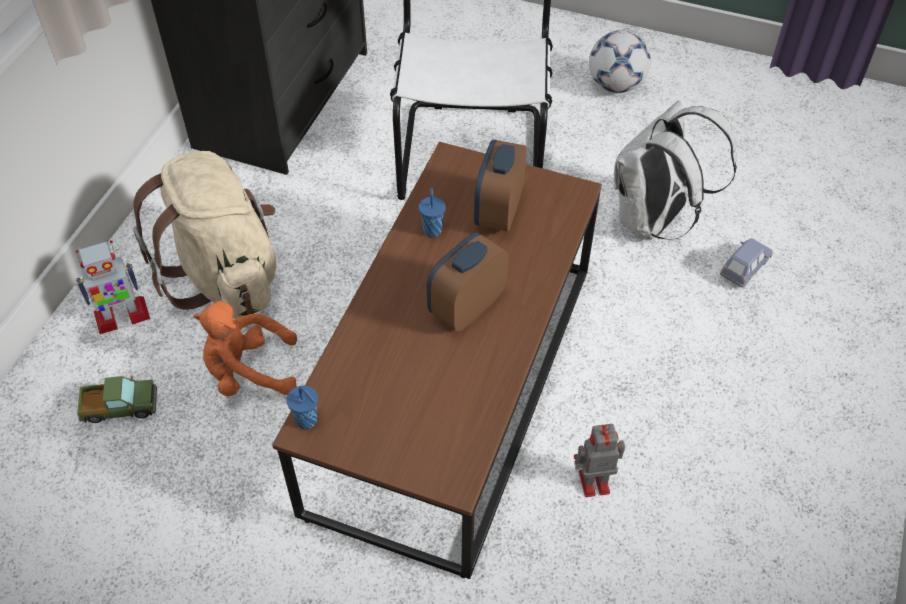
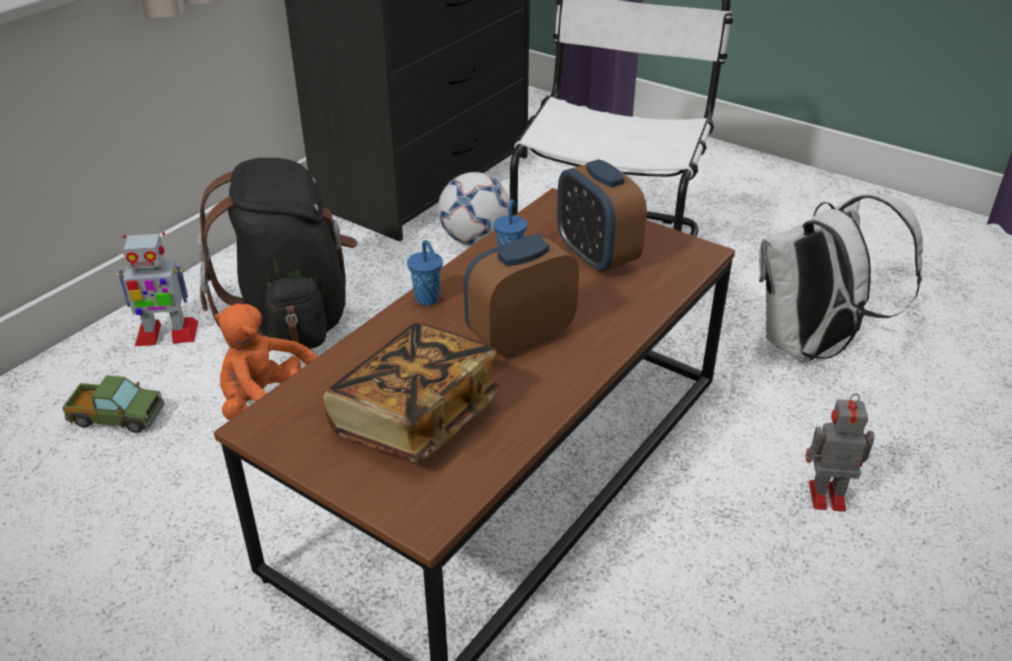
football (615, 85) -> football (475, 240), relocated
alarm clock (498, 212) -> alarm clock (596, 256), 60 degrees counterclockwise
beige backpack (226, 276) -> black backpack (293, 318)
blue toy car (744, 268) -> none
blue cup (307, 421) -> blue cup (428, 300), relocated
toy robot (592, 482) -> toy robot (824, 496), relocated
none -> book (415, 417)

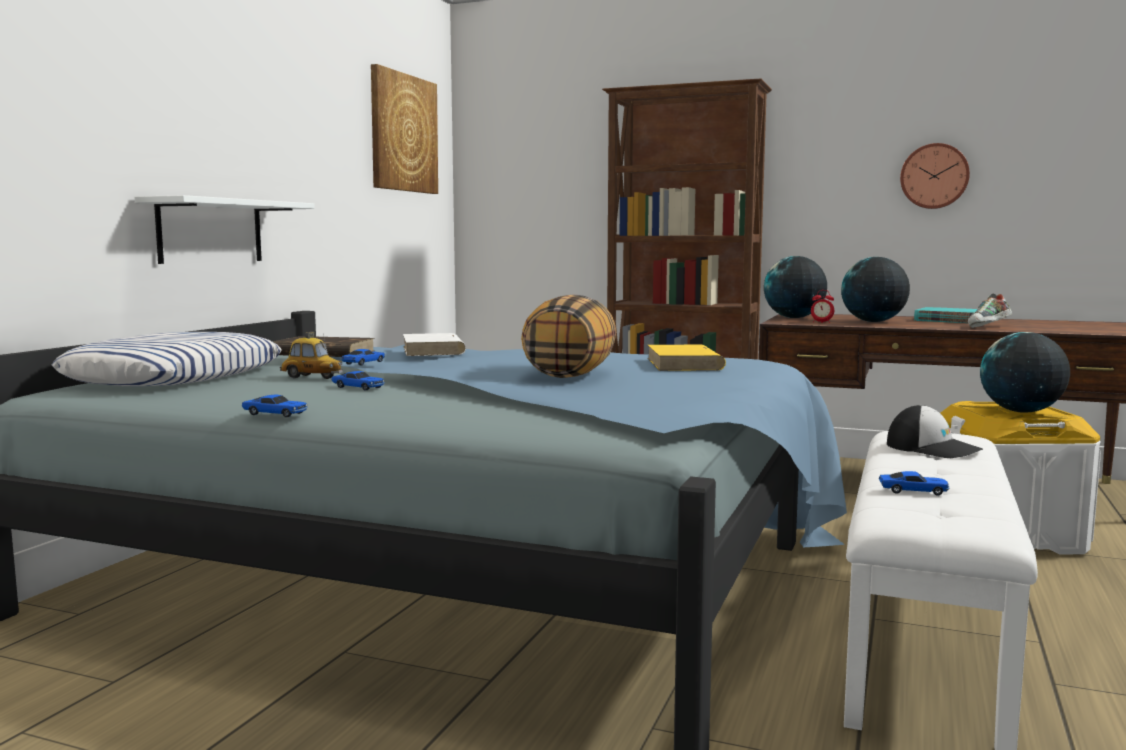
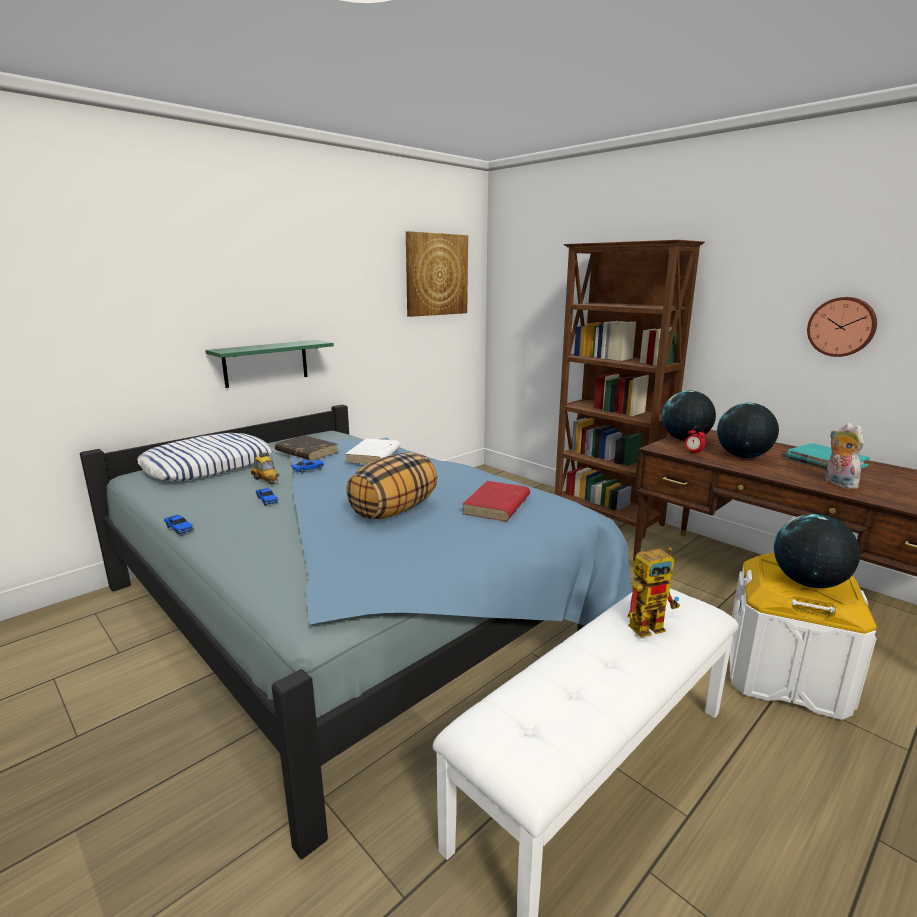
white shelf (211, 231) -> green shelf (266, 363)
shoe (989, 327) -> plush toy (837, 483)
yellow book (684, 364) -> red book (497, 505)
cap (933, 448) -> toy robot (650, 625)
toy car (913, 491) -> none

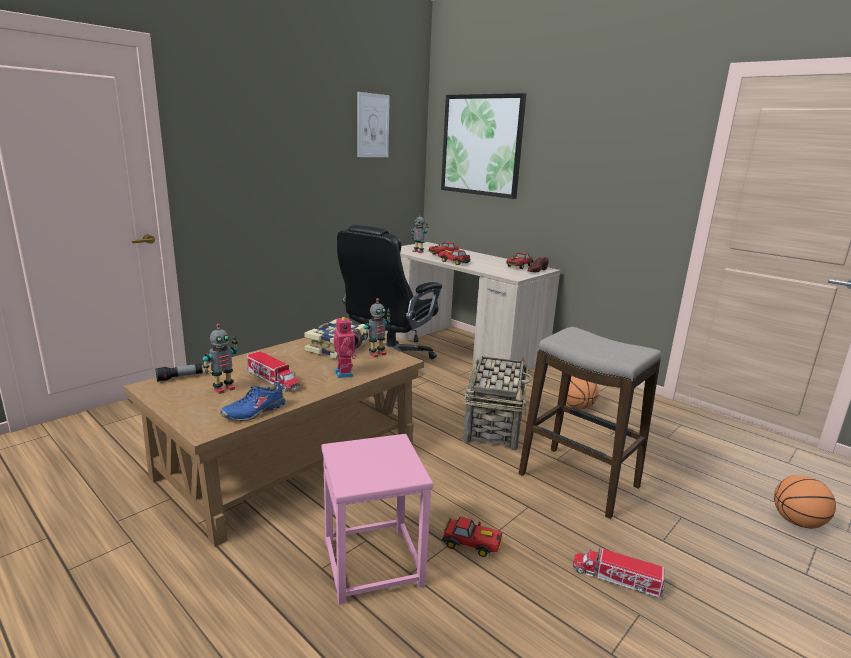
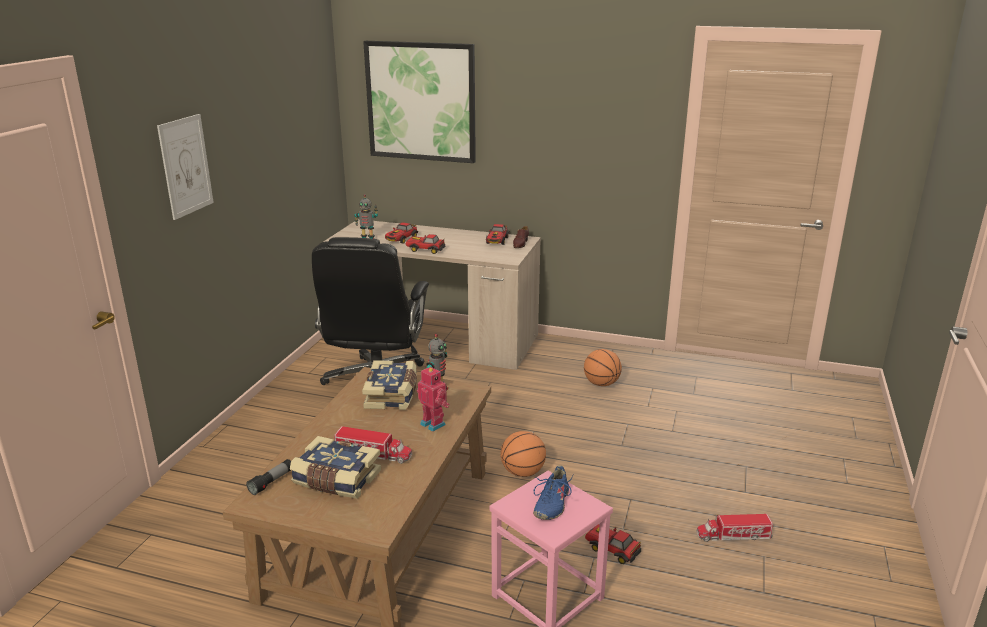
picture (373, 125) -> picture (186, 166), relocated
toy robot (224, 389) -> book (336, 480)
stool (578, 480) -> none
basket (494, 424) -> none
blue shoe (254, 412) -> blue shoe (551, 504), relocated
basketball (797, 522) -> basketball (523, 472), relocated
toy car (472, 544) -> toy car (612, 549), 135 degrees counterclockwise

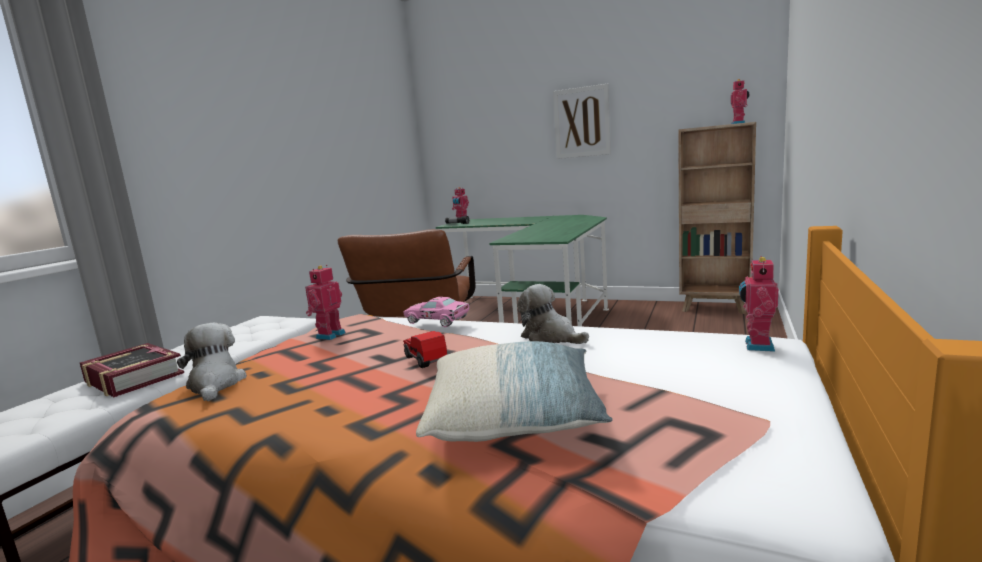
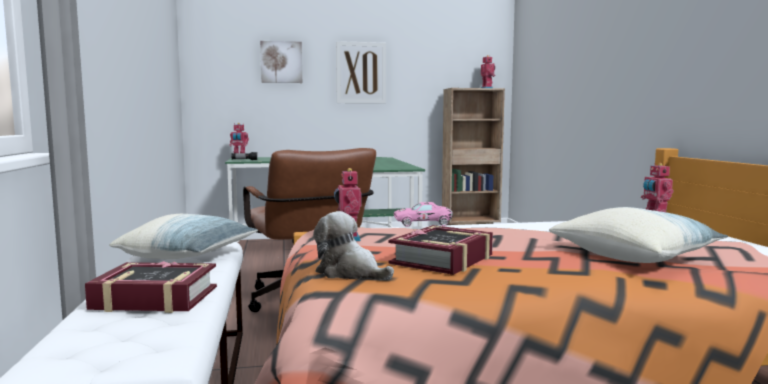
plush toy (551, 337) -> none
toy car (426, 359) -> none
none -> picture (281, 62)
none -> pillow (188, 256)
none -> book (443, 259)

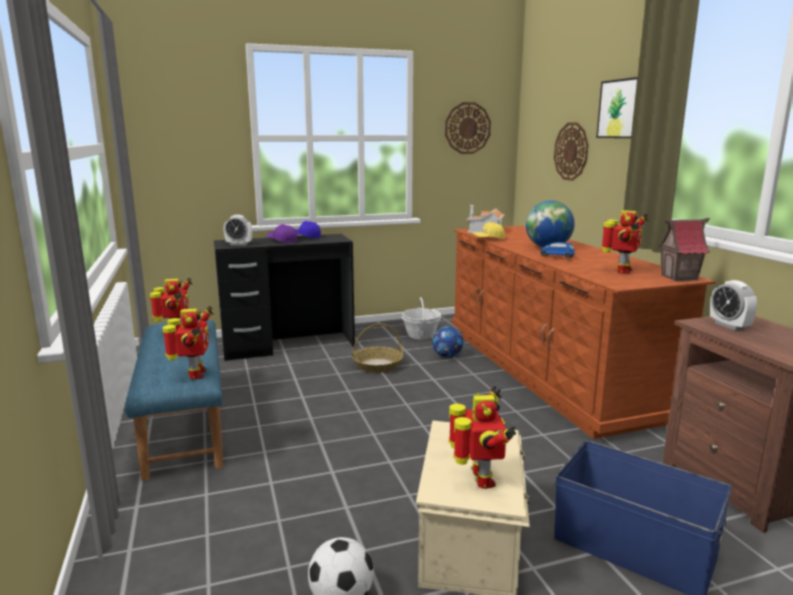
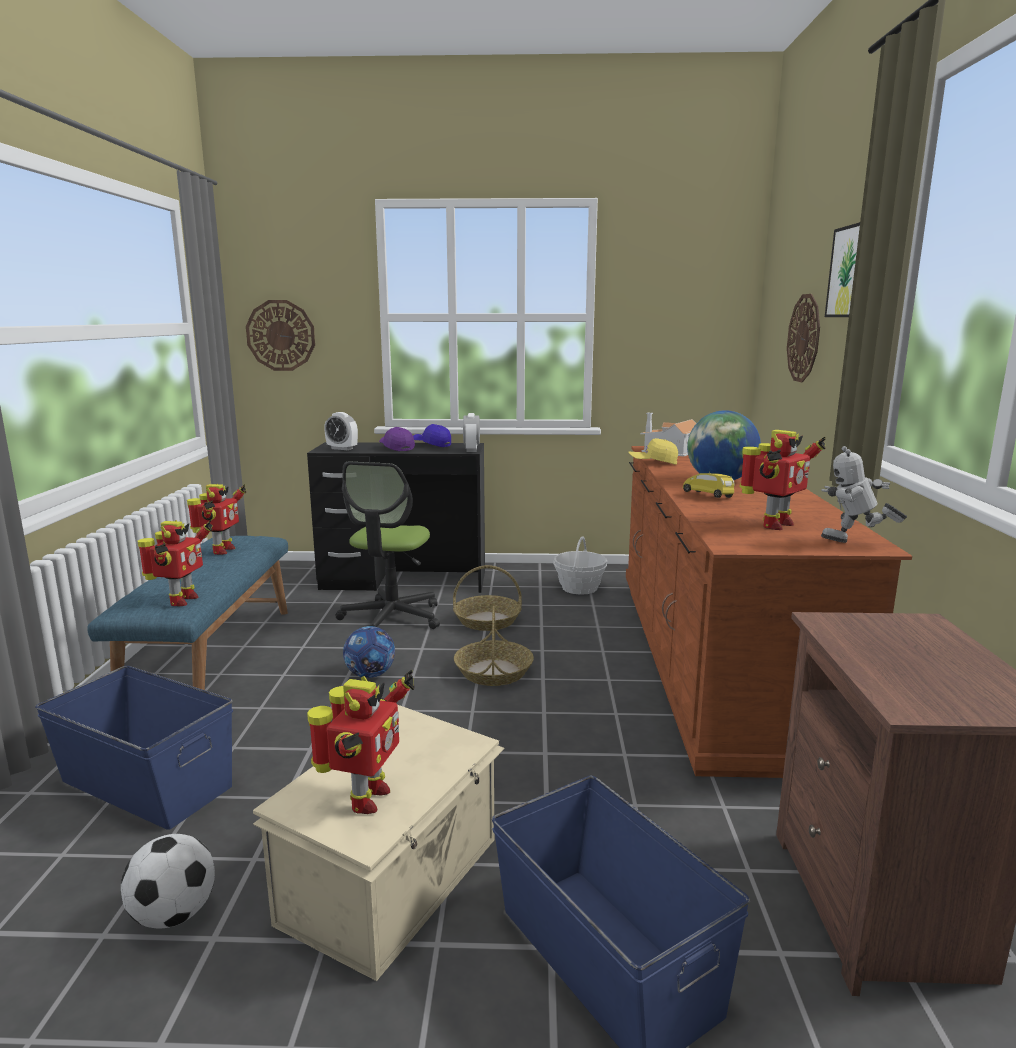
wall clock (467, 128) -> wall clock (281, 335), relocated
toy house (679, 277) -> toy robot (854, 544)
blue toy car (557, 257) -> yellow toy car (708, 496)
alarm clock (729, 326) -> alarm clock (471, 450), relocated
football (447, 356) -> football (370, 675), relocated
none -> office chair (391, 618)
none -> basket (494, 672)
none -> blue storage box (147, 782)

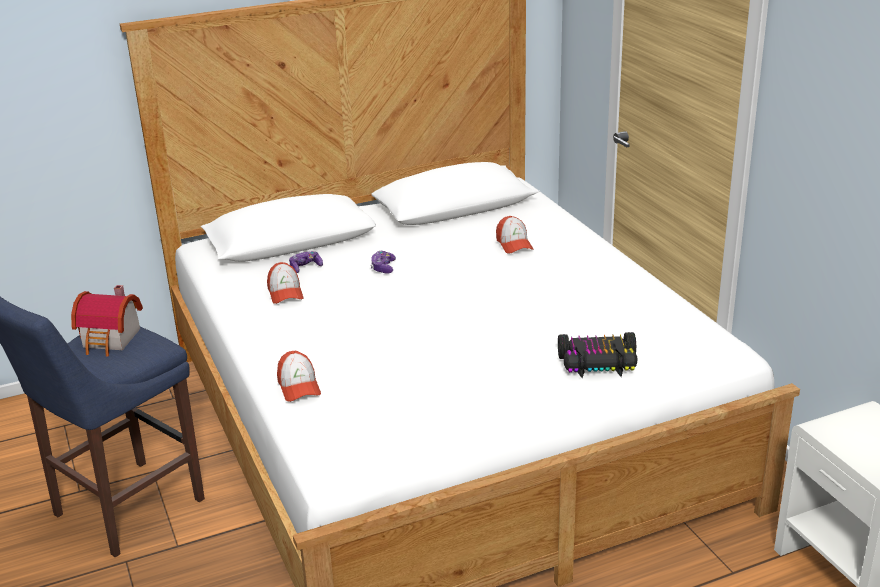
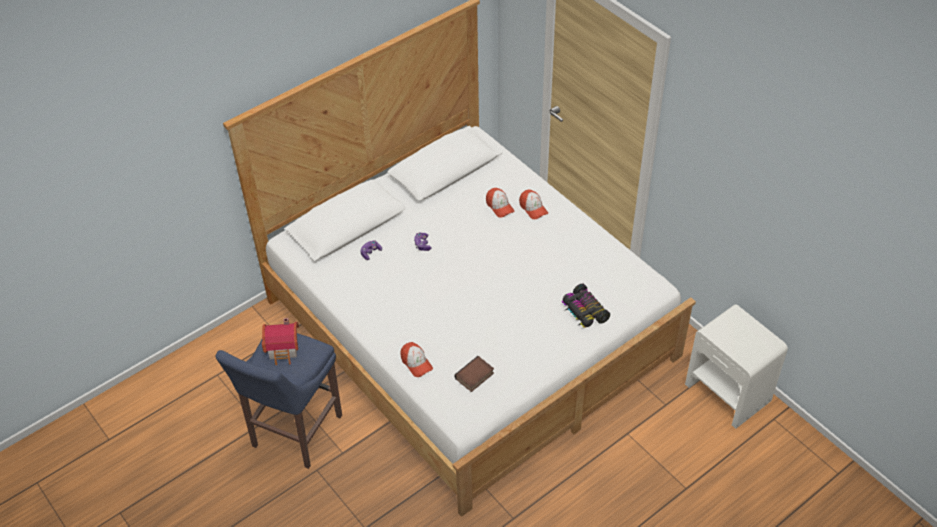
cap (285, 293) -> cap (533, 208), relocated
toy car (598, 363) -> toy car (584, 311), 75 degrees clockwise
none -> book (474, 377)

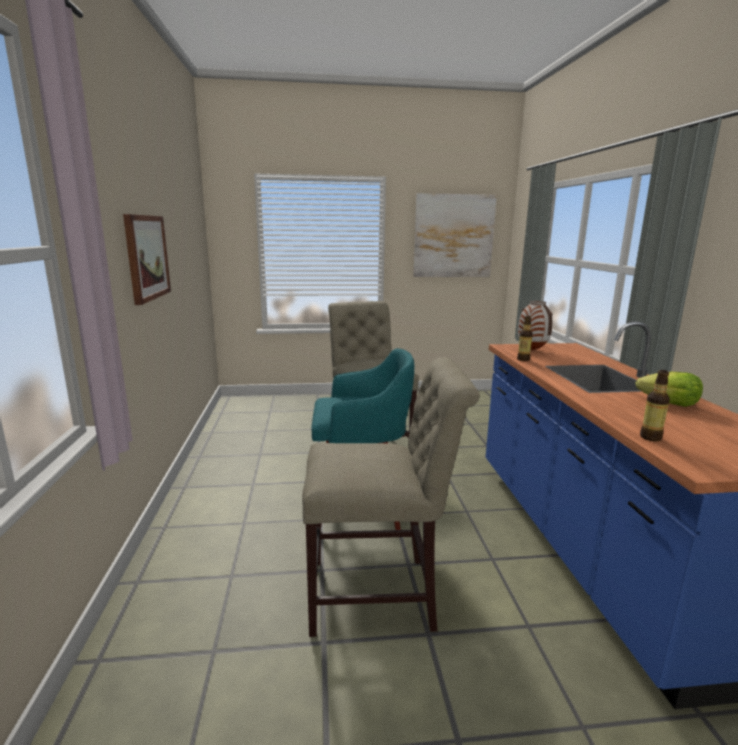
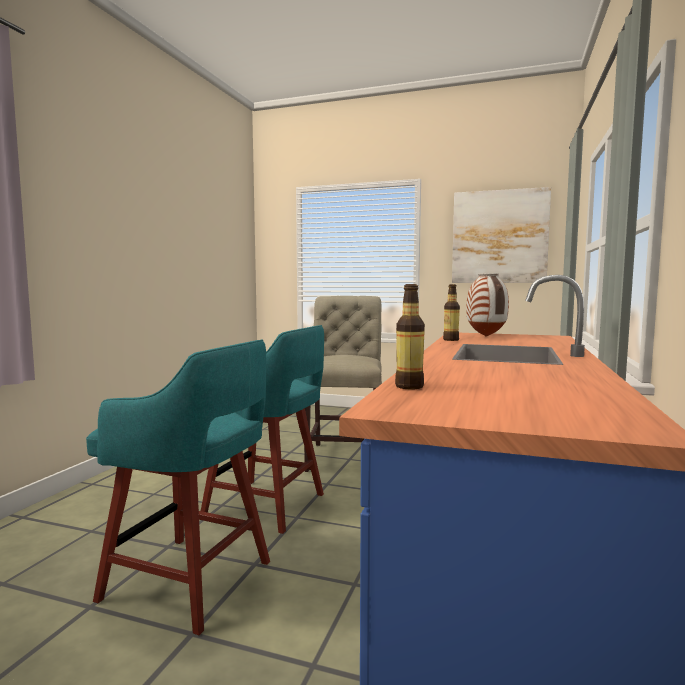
picture (146, 257) -> none
beige chair (379, 594) -> turquoise stool (192, 582)
lettuce (669, 403) -> none

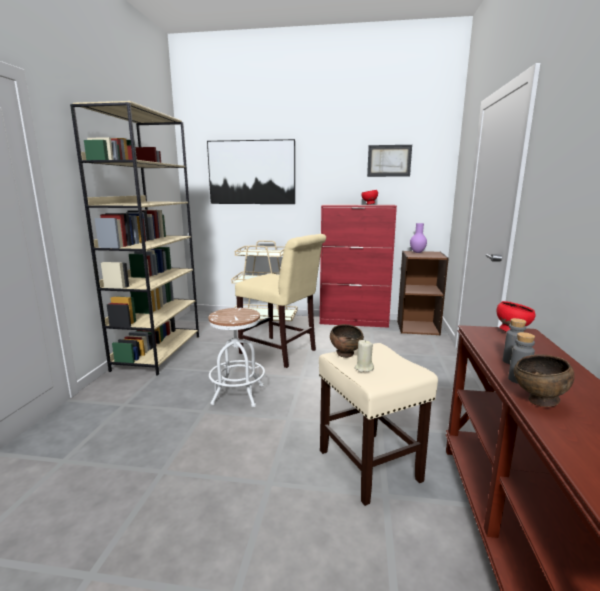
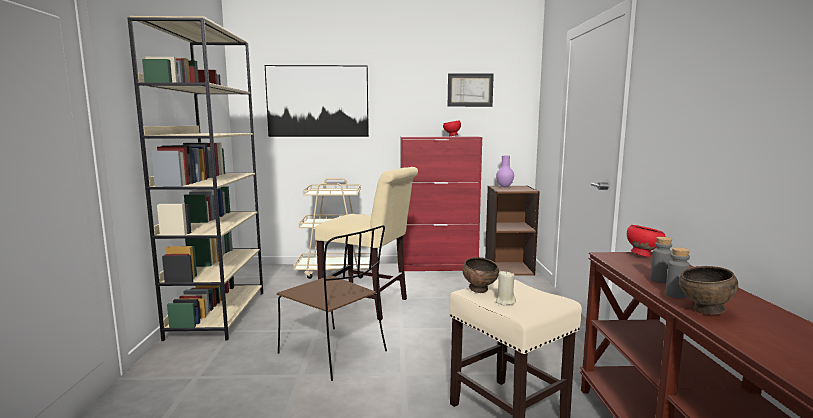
white stool (238, 394) -> brown chair (334, 353)

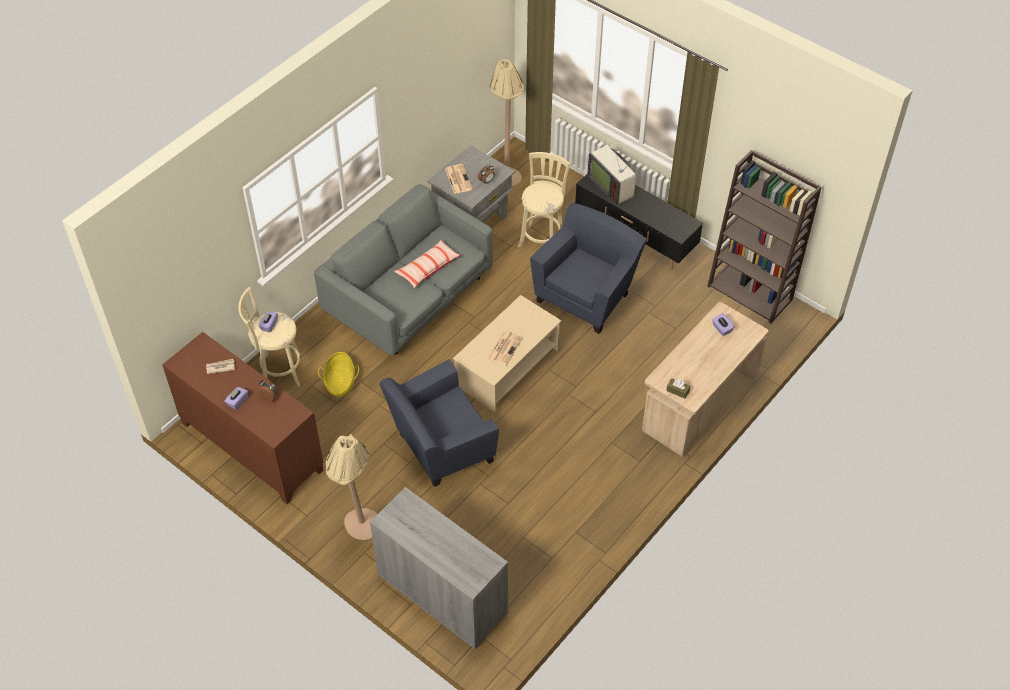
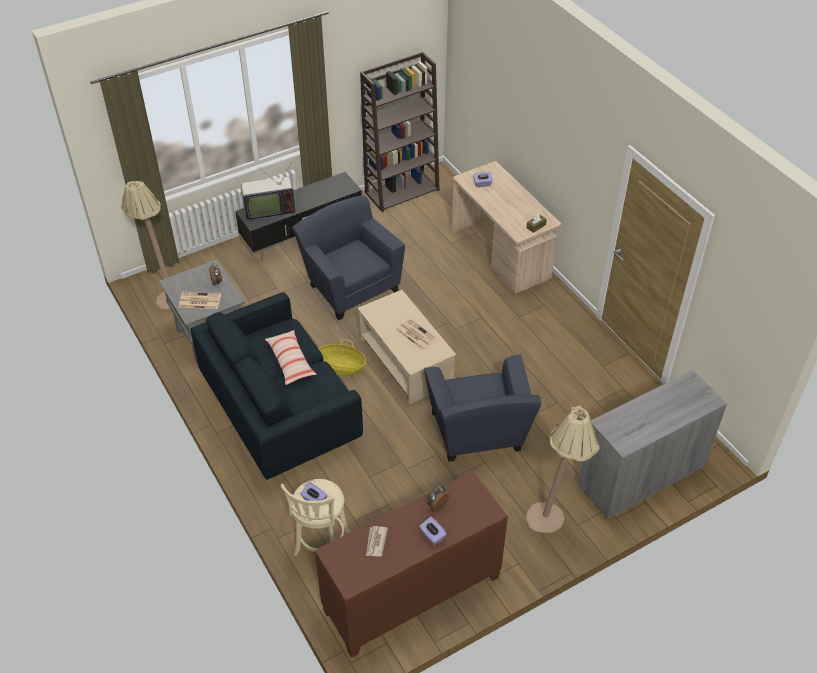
beige stool (542, 238) -> none
grey sofa (409, 297) -> blue sofa (281, 411)
basket (340, 382) -> basket (341, 367), relocated

